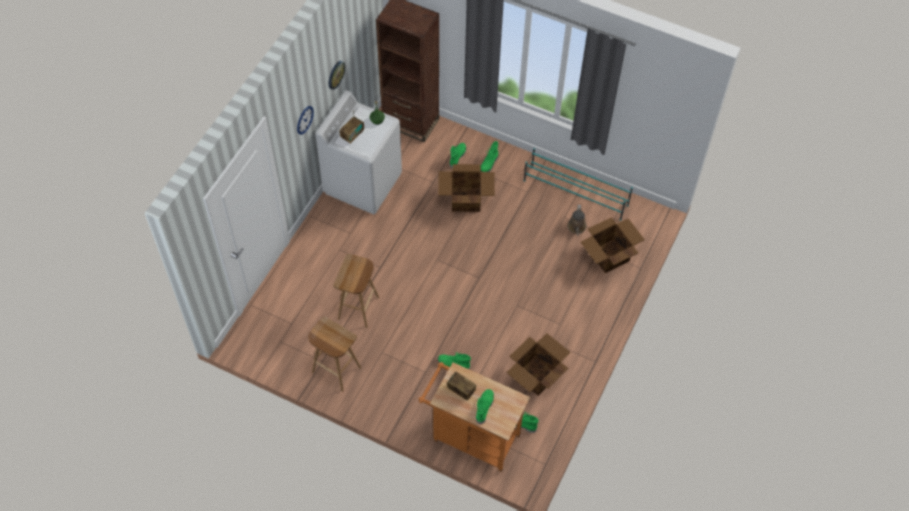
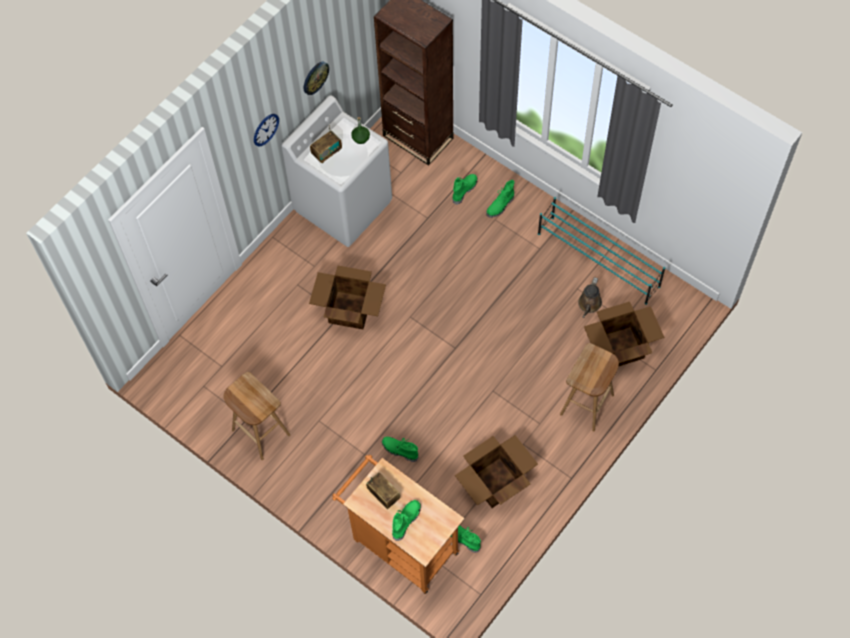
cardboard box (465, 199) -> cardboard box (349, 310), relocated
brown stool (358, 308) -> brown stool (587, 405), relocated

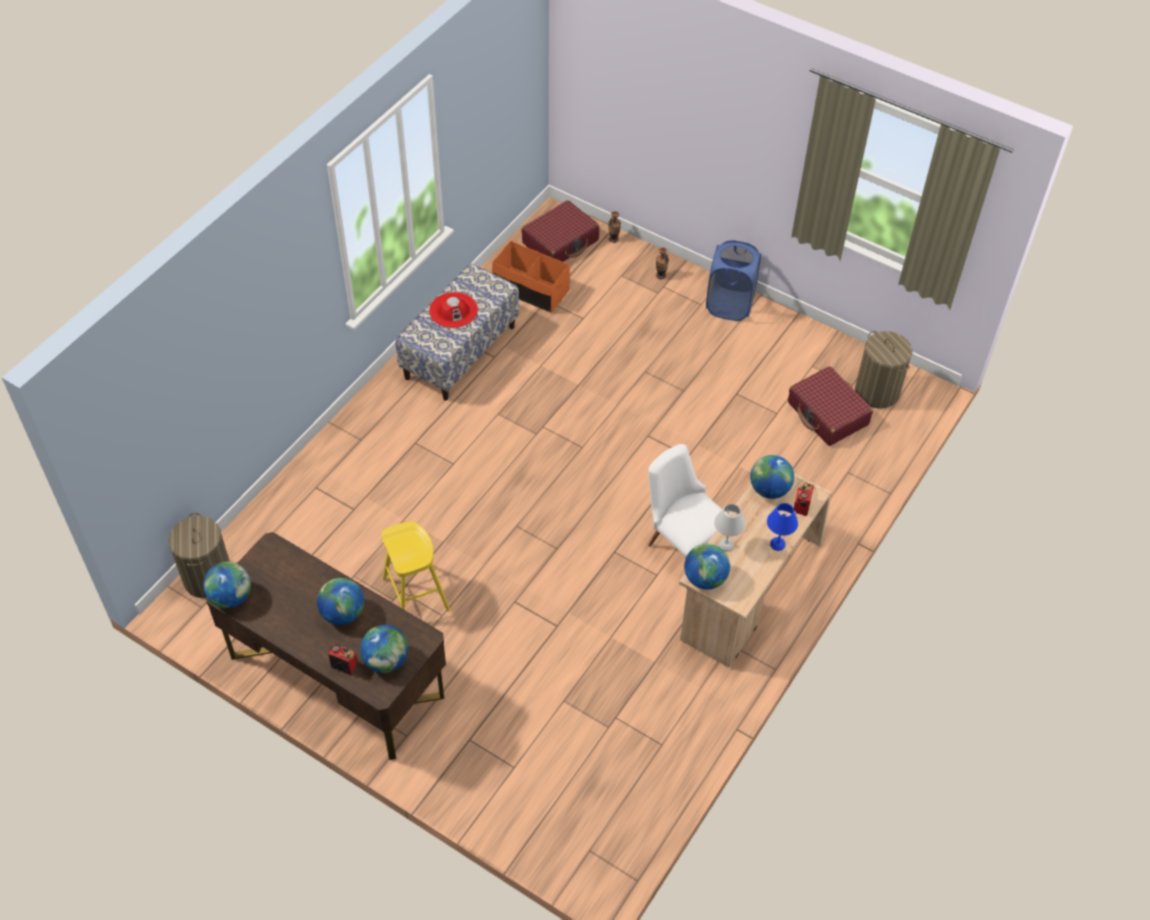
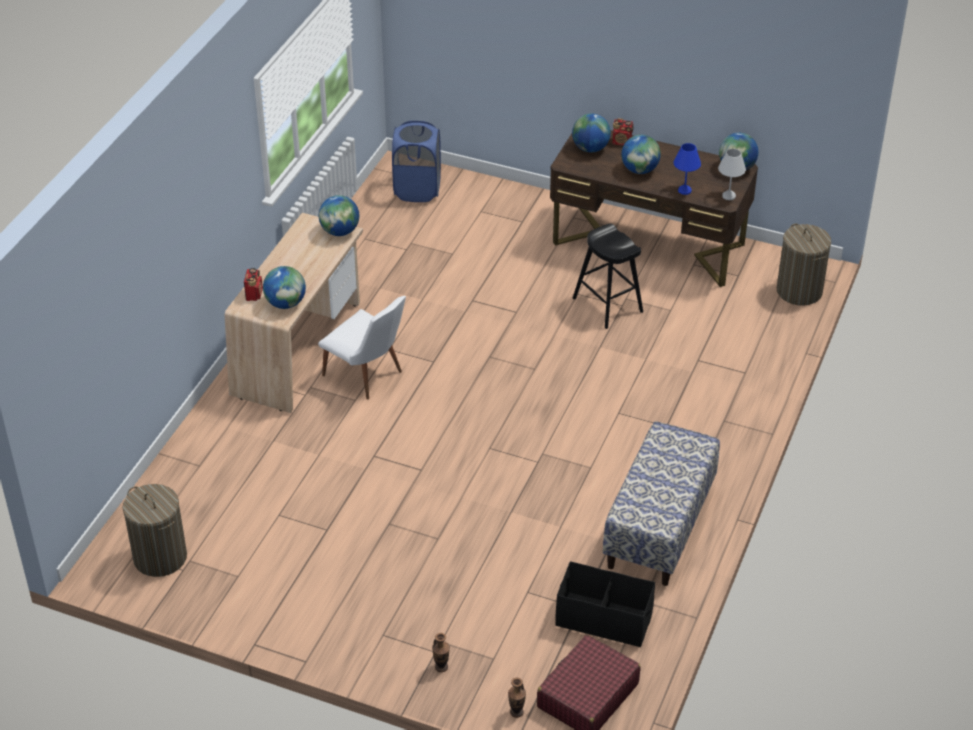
blue laundry basket (729, 305) -> blue laundry basket (417, 190), relocated
orange storage box (531, 290) -> black storage box (604, 619)
red hat (453, 310) -> none
red suitcase (827, 414) -> none
blue table lamp (776, 544) -> blue table lamp (685, 190), relocated
white table lamp (725, 545) -> white table lamp (729, 195), relocated
yellow stool (415, 594) -> black stool (607, 305)

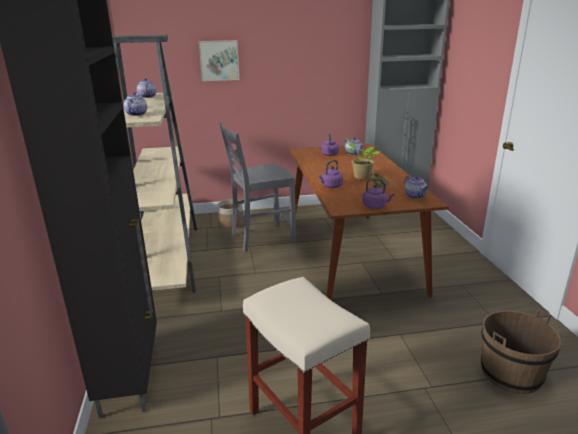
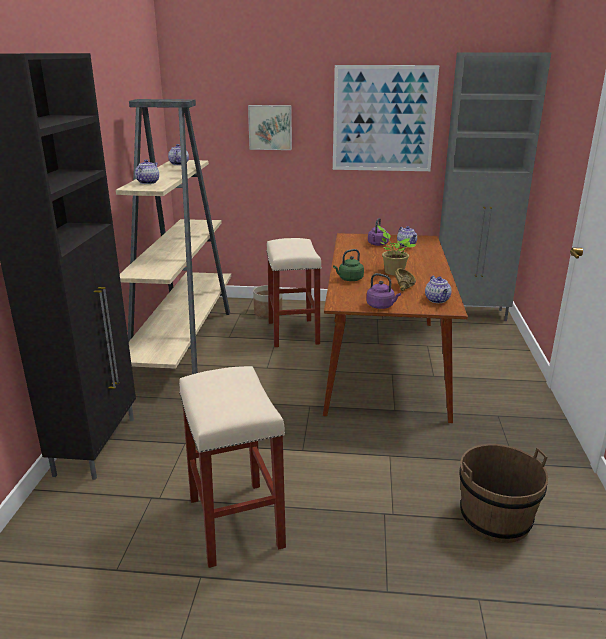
grey chair (261, 238) -> beige stool (292, 332)
purple kettle (330, 186) -> green kettle (349, 279)
none -> picture (383, 119)

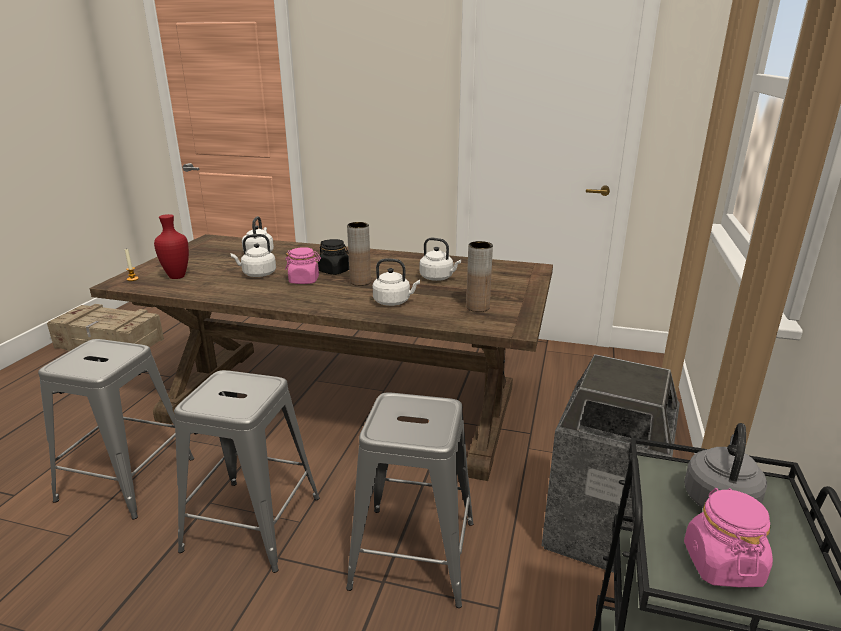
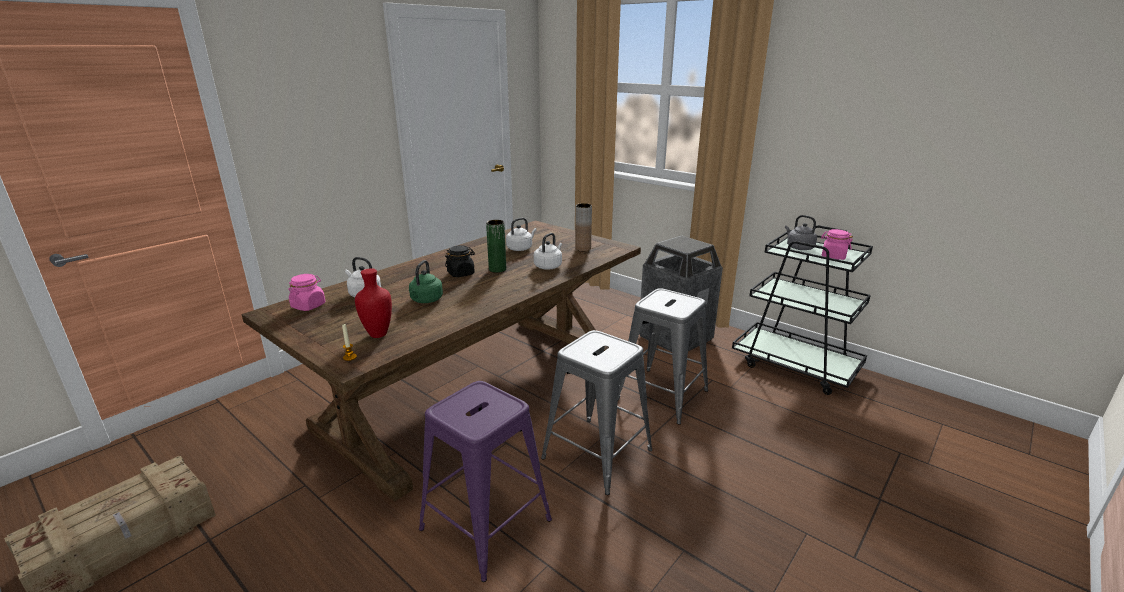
brown vase (360, 282) -> green vase (497, 269)
white kettle (257, 274) -> green kettle (426, 300)
pink jar (304, 280) -> pink jar (308, 306), relocated
grey stool (128, 479) -> purple stool (486, 524)

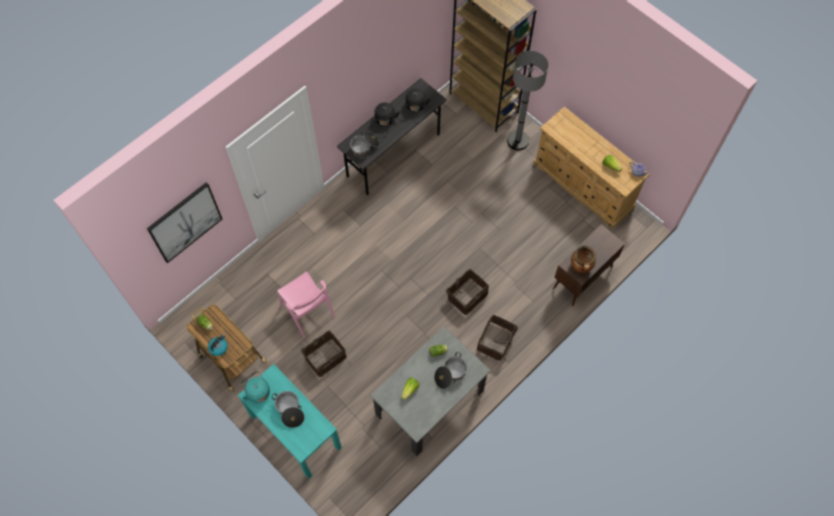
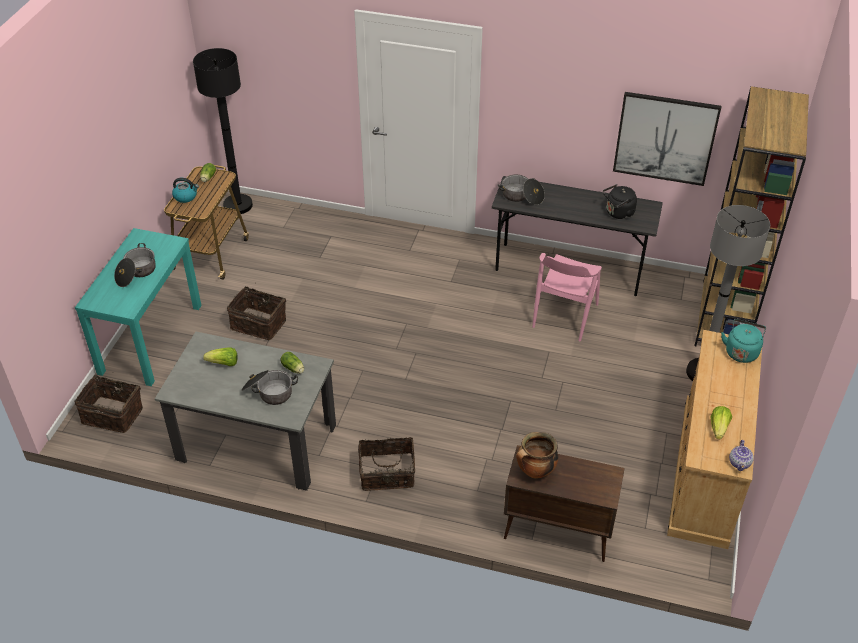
black kettle (385, 120) -> none
picture (185, 222) -> picture (665, 138), relocated
basket (466, 296) -> basket (113, 414), relocated
pink chair (307, 311) -> pink chair (565, 315), relocated
turquoise kettle (257, 391) -> turquoise kettle (741, 351), relocated
none -> black floor lamp (238, 205)

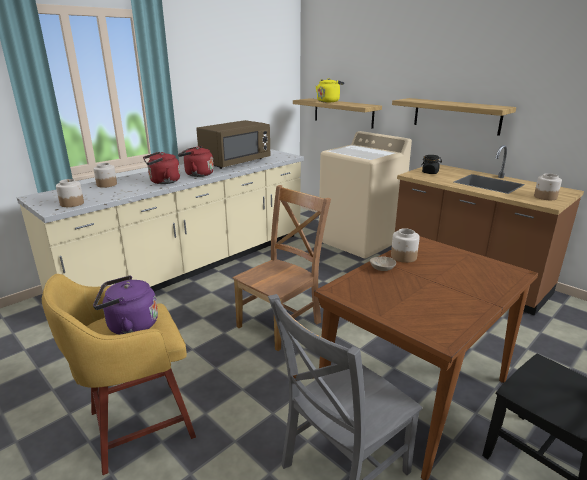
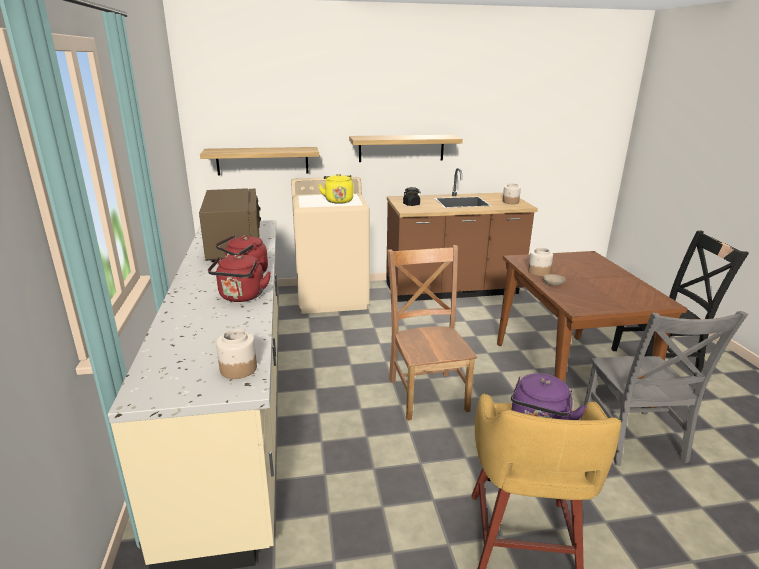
yellow kettle (328, 101) -> yellow kettle (338, 200), relocated
jar (106, 184) -> none

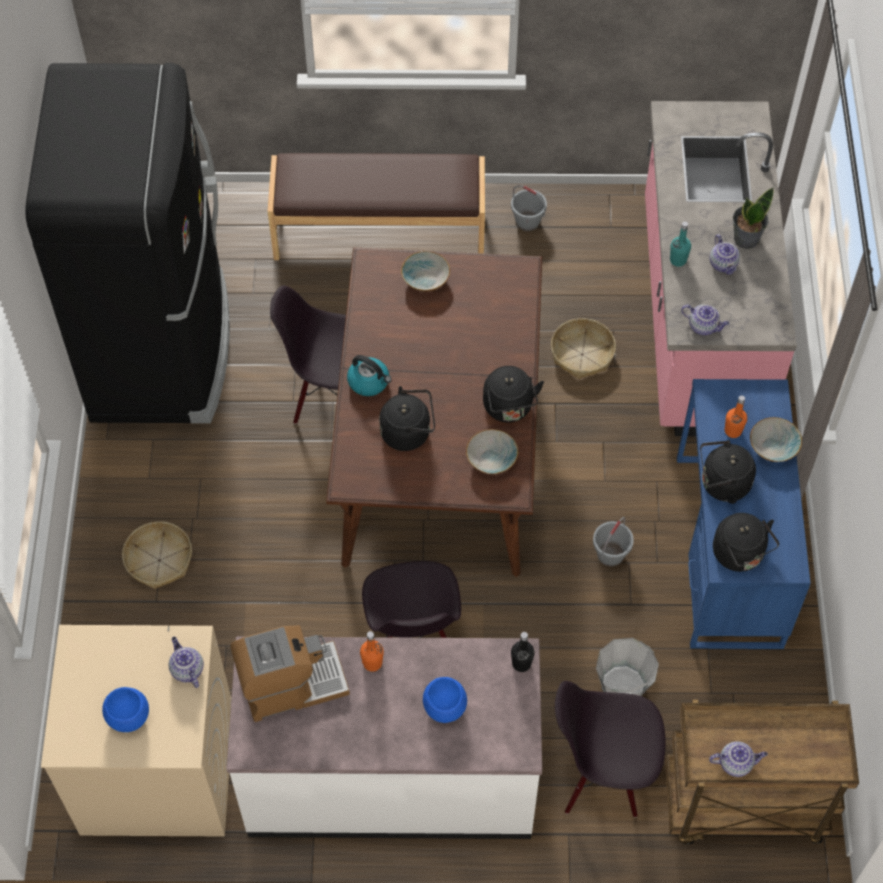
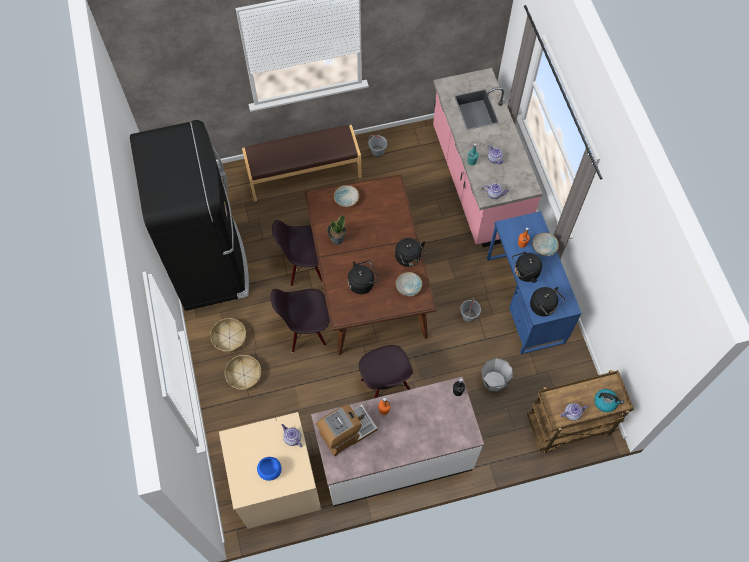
potted plant (745, 238) -> potted plant (337, 238), relocated
basket (581, 354) -> basket (229, 338), relocated
kettle (369, 382) -> kettle (605, 402), relocated
blue bowl (444, 708) -> none
black chair (602, 774) -> black chair (306, 330), relocated

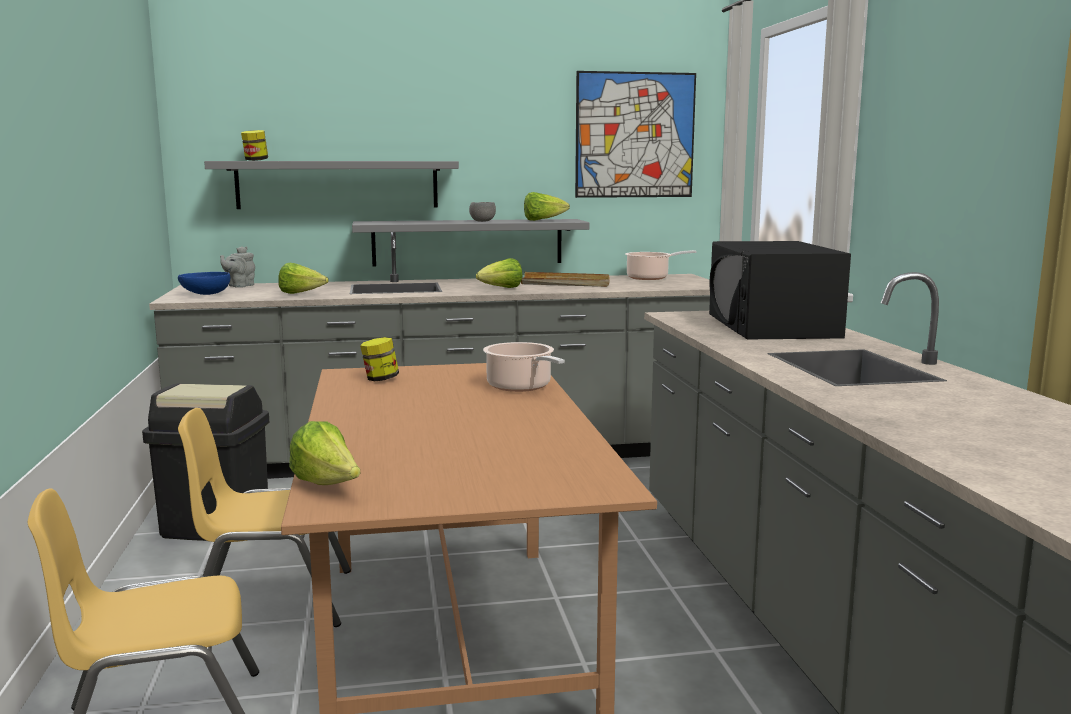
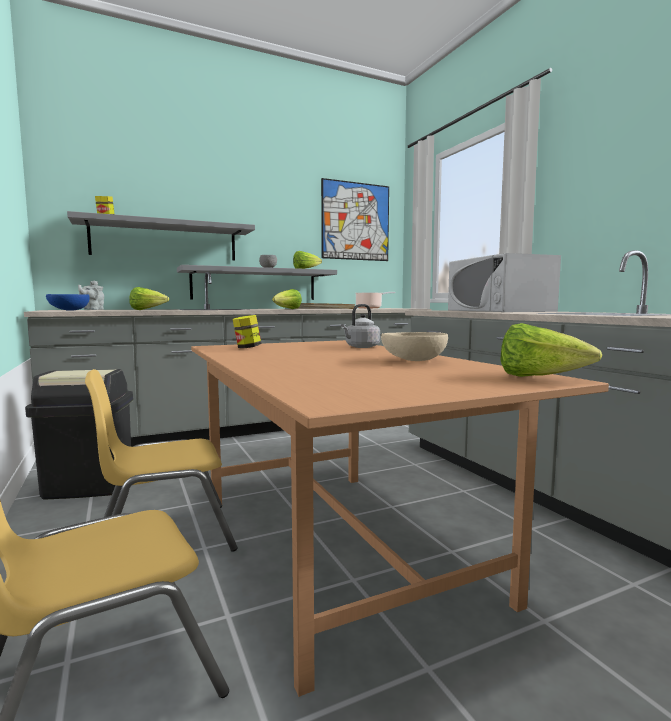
black microwave (772, 325) -> white microwave (498, 311)
cooking pot (521, 387) -> grey kettle (361, 347)
lettuce (328, 485) -> lettuce (539, 378), relocated
none -> beige bowl (413, 361)

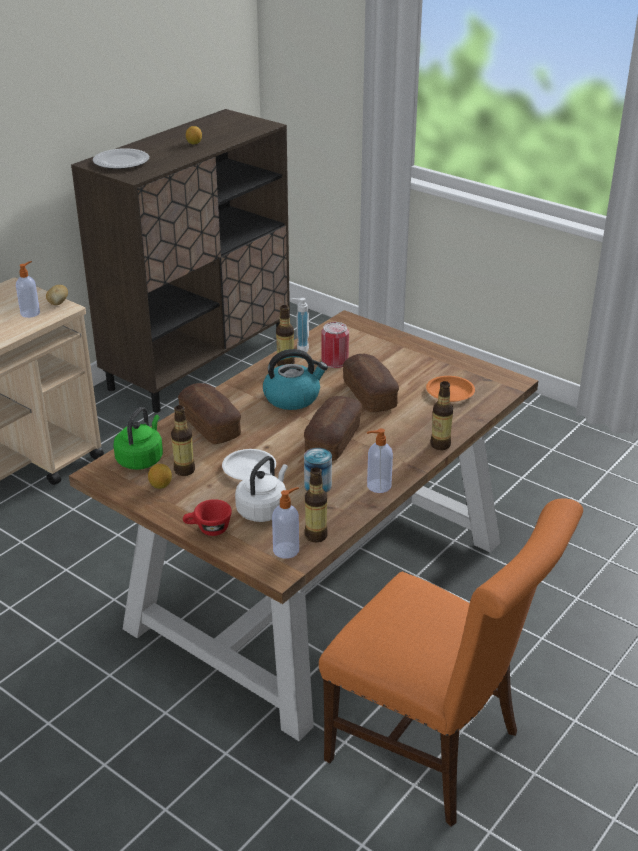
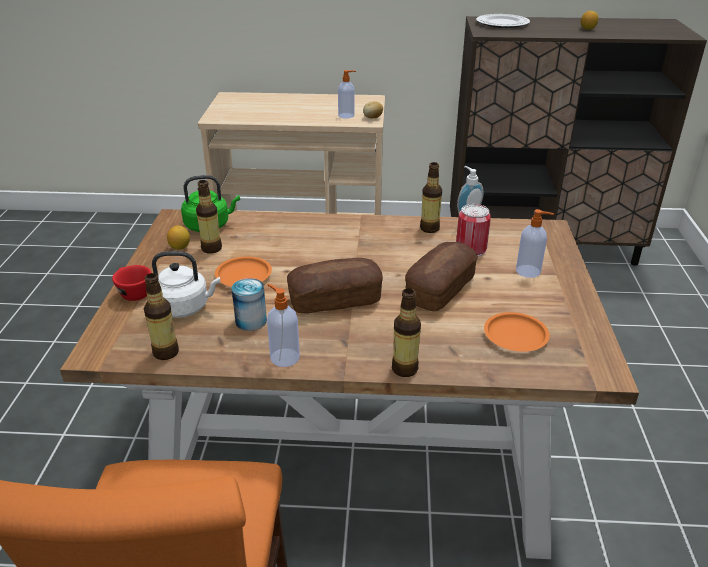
kettle (292, 397) -> none
bread (210, 425) -> none
white plate (249, 468) -> orange plate (244, 276)
soap dispenser (287, 550) -> soap dispenser (529, 271), relocated

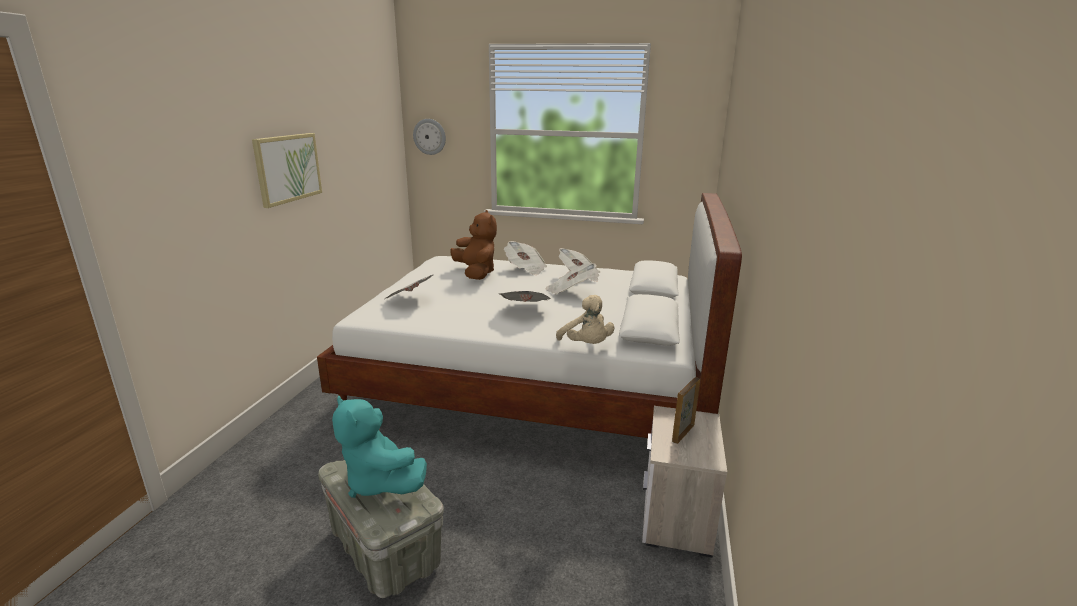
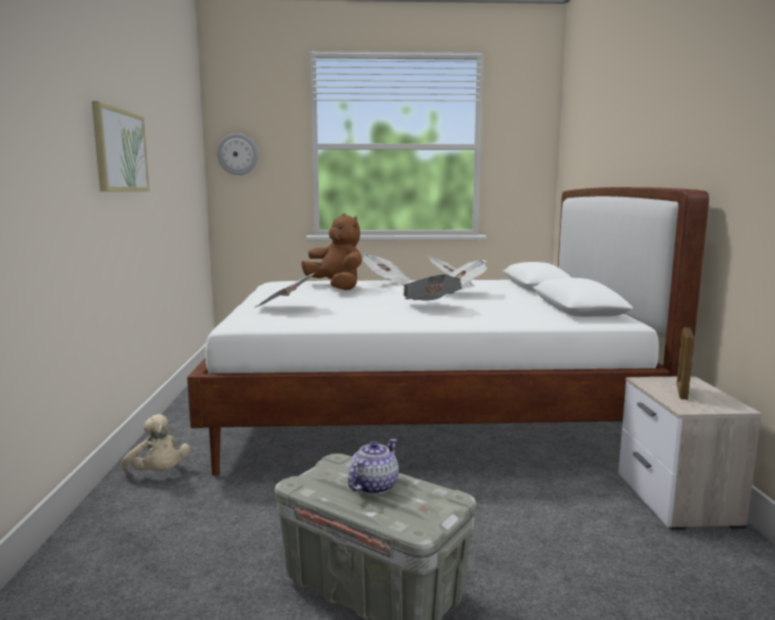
beige plush toy (586, 345) -> beige plush toy (159, 474), relocated
turquoise plush toy (380, 482) -> teapot (373, 486)

